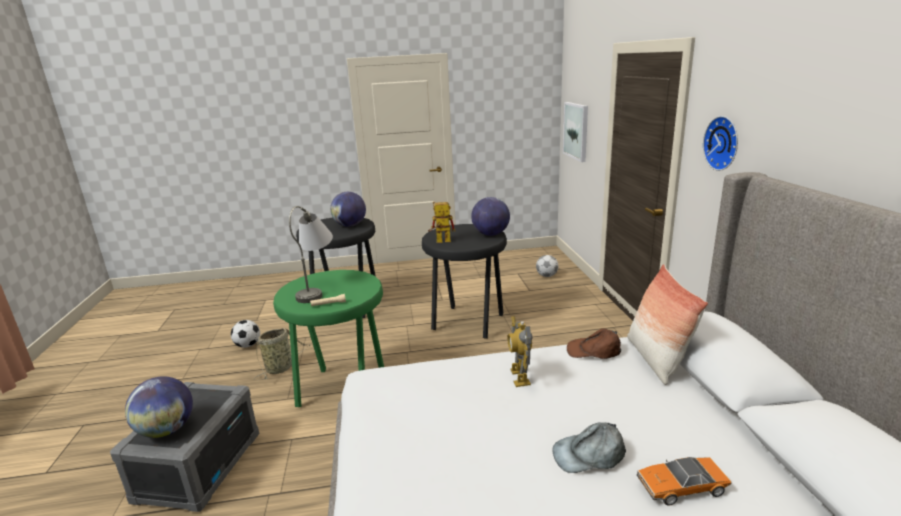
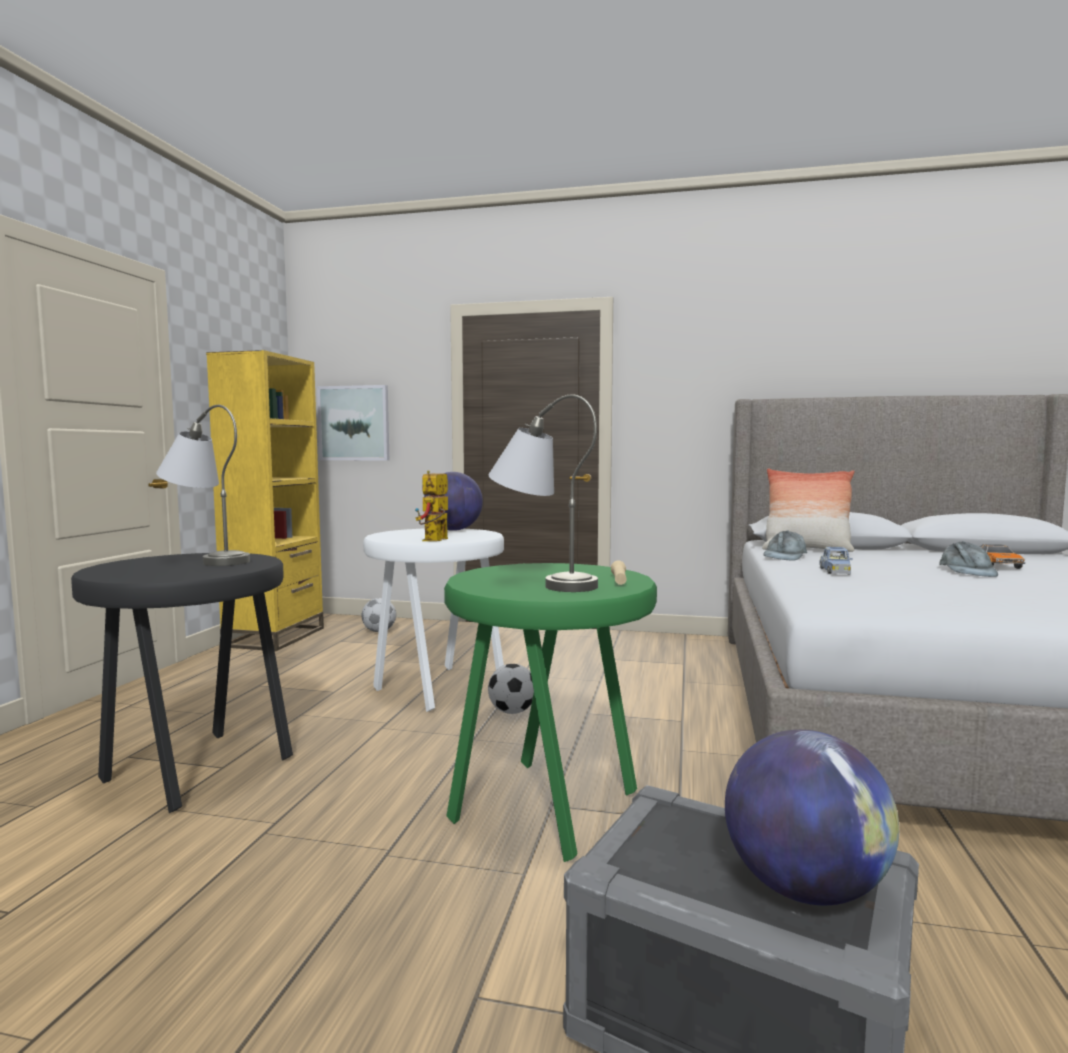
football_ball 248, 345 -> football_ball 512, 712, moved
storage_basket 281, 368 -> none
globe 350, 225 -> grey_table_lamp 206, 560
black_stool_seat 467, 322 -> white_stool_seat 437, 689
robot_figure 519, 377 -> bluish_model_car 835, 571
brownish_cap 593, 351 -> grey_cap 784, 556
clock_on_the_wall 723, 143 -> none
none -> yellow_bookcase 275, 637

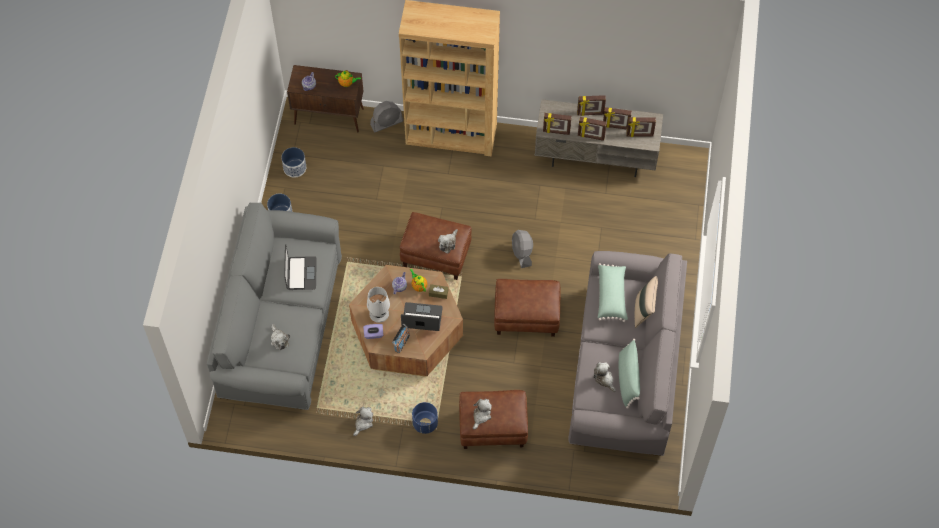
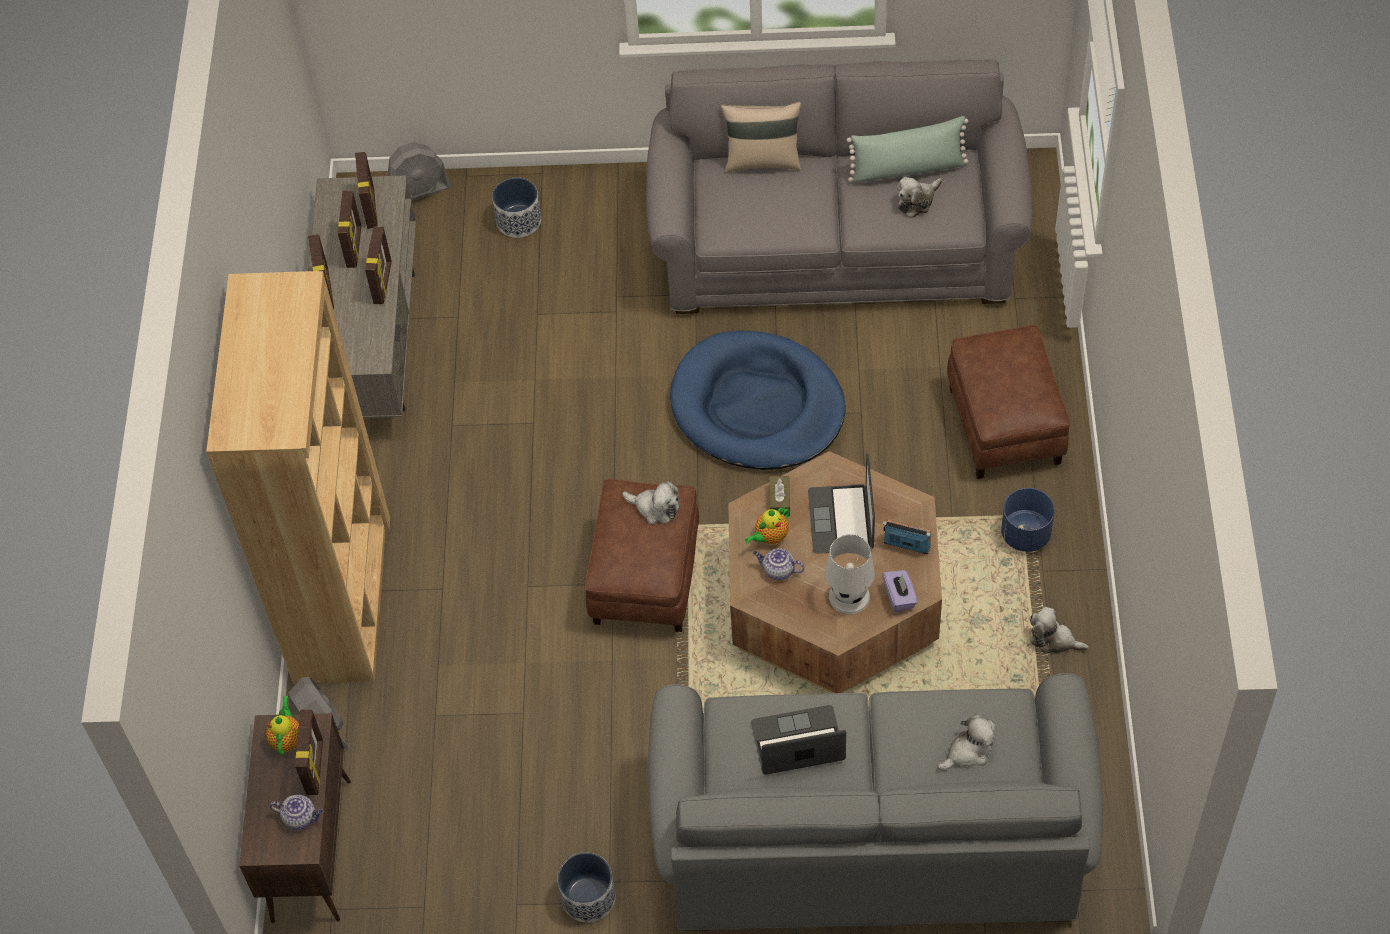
planter 295, 168 -> planter 519, 220, moved
soft_toy 481, 415 -> none
brownish_footrest 526, 317 -> bluish_dog_cushion 757, 406
grey_electric_fan 522, 253 -> grey_electric_fan 418, 190, moved
picture_frame 556, 132 -> picture_frame 315, 767, moved
green_pillow 612, 296 -> none

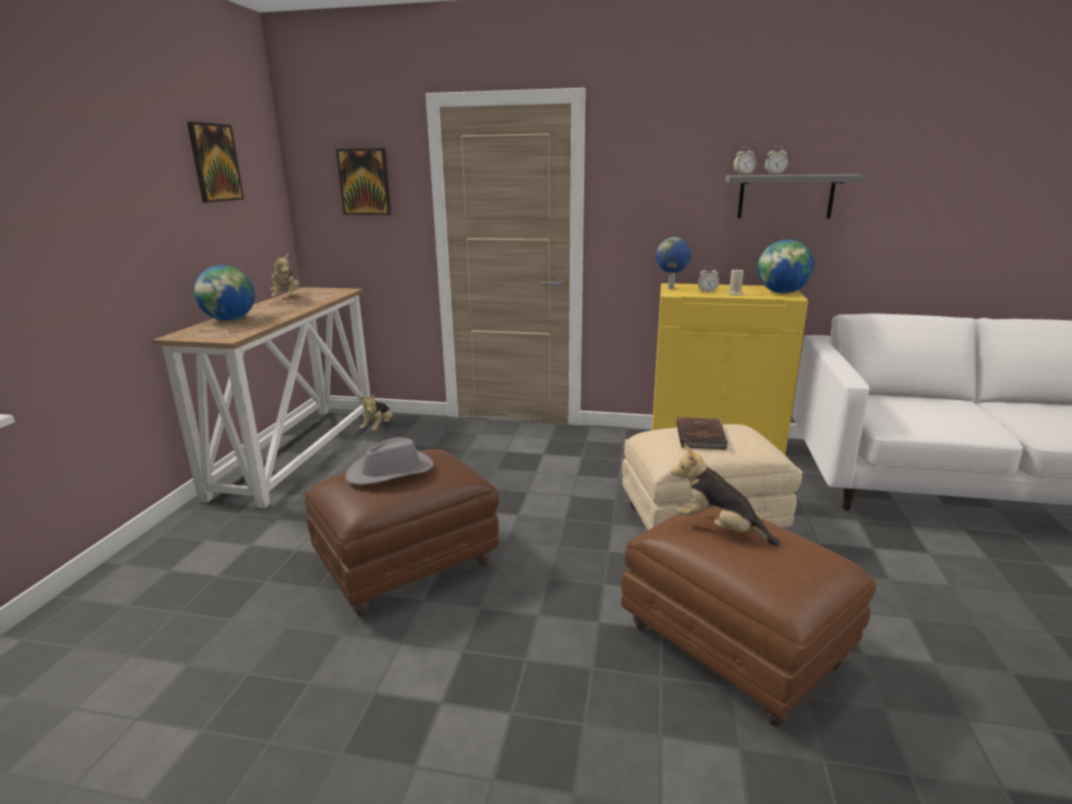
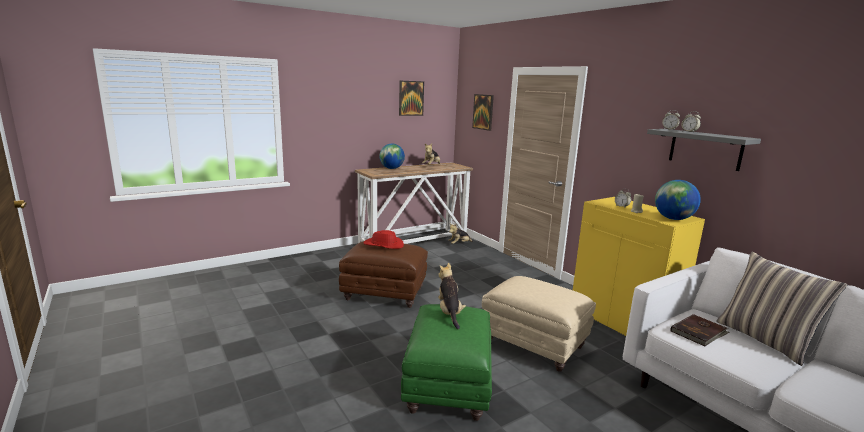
grey_hat 391, 471 -> red_hat 383, 245
brownish_footrest 735, 647 -> green_footrest 448, 386
globe 671, 288 -> none
brownish_bound_book 701, 436 -> brownish_bound_book 699, 332, moved
none -> pillow 765, 340

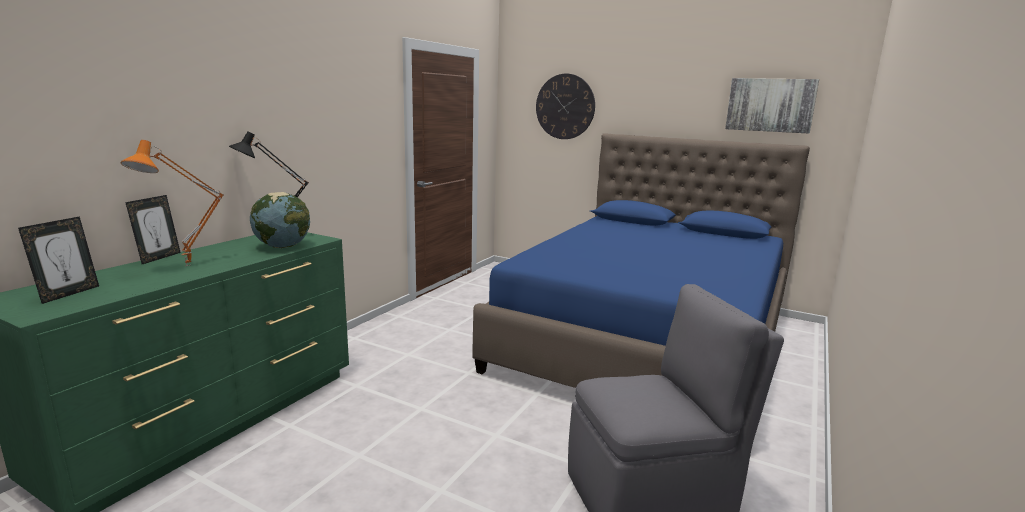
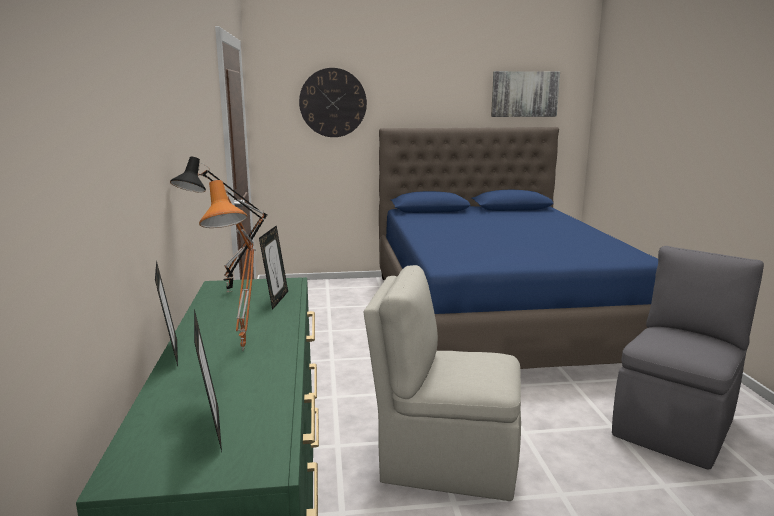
globe 283, 246 -> picture_frame 276, 300
none -> sand-coloured_plain_chair 445, 461

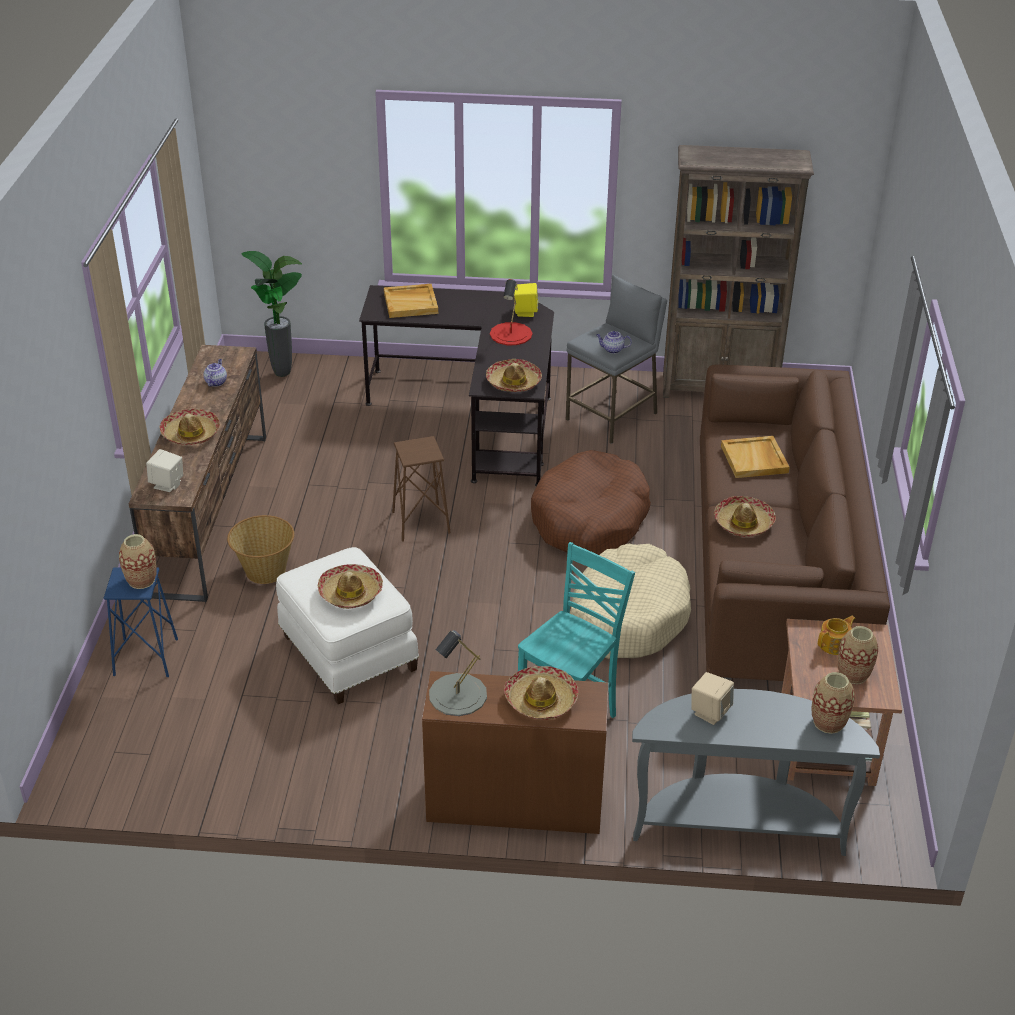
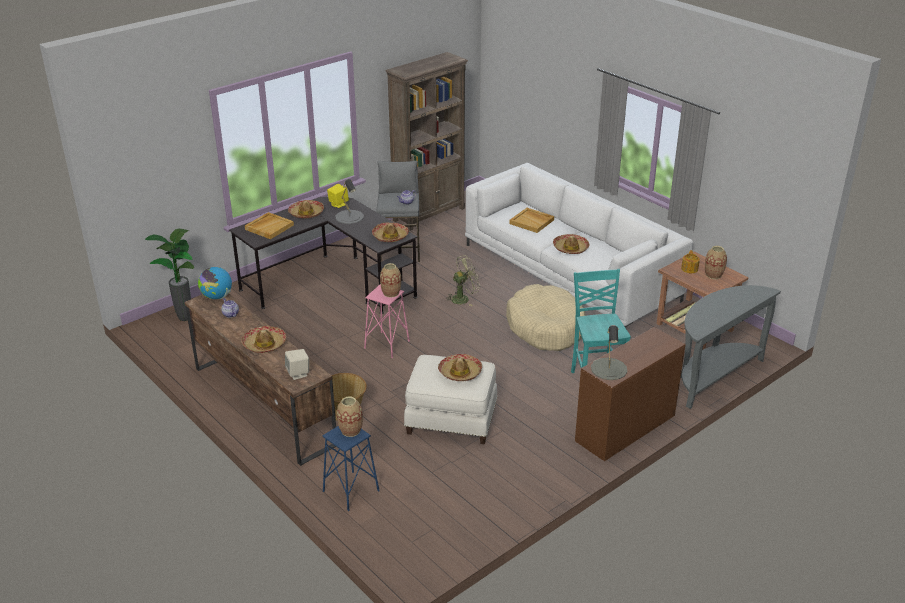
brownish_stool_seat 420, 522 -> pink-coloured_stool_seat 386, 345
red_table_lamp 511, 334 -> grey_table_lamp 349, 217
hat 541, 700 -> hat 306, 213, moved
brownish_dog_cushion 589, 519 -> green_electric_fan 463, 298
sand-coloured_loudspeaker 710, 712 -> none
brownish_couch 775, 565 -> white_couch 569, 273
vase 828, 722 -> vase 391, 293, moved
none -> globe 217, 297

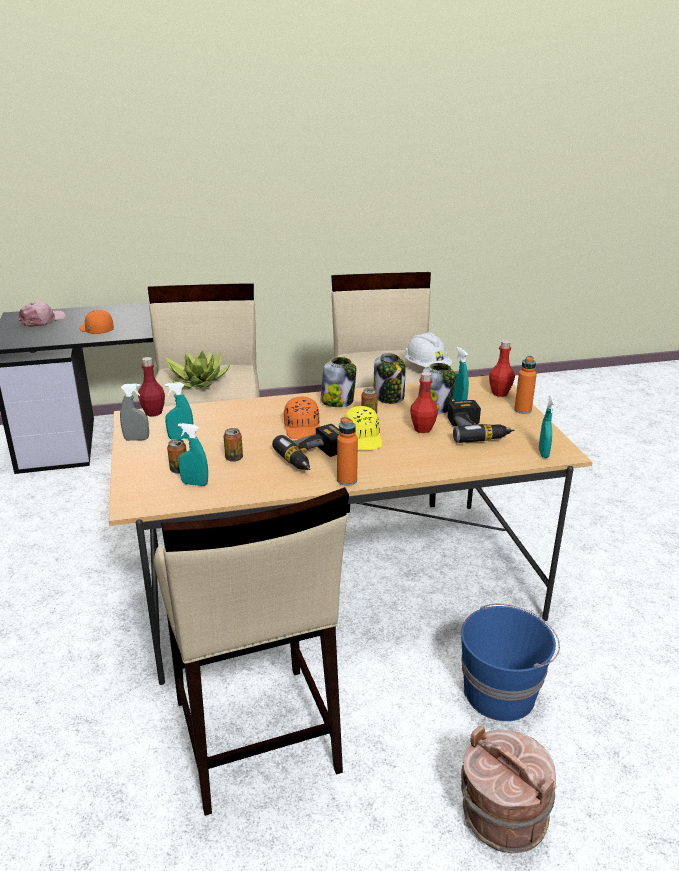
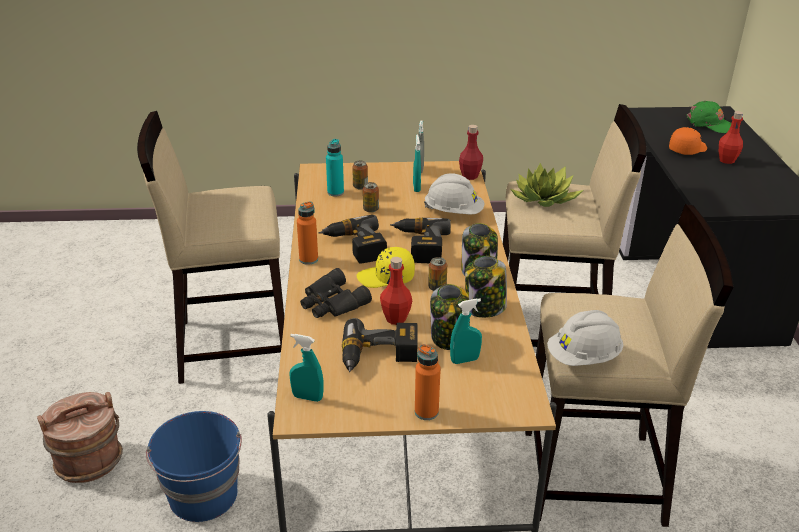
pink-coloured_cap 43, 320 -> green_cap 710, 124
turquoise_spray_bottle 194, 484 -> turquoise_drink_bottle 335, 192
orangey_cap 303, 428 -> drill 419, 246
red_drink_bottle 500, 393 -> red_drink_bottle 726, 160, moved
none -> black_field_glasses 331, 303
none -> white_hard_hat 454, 212

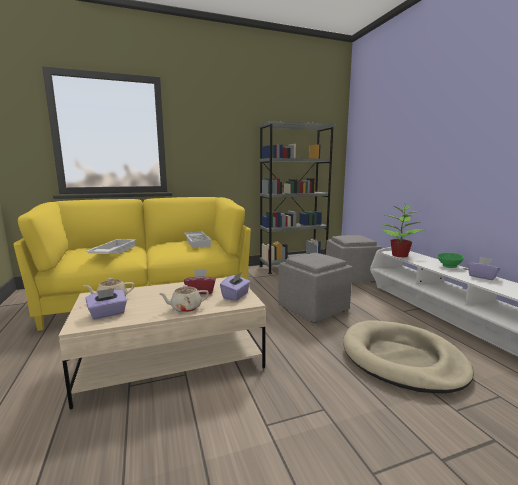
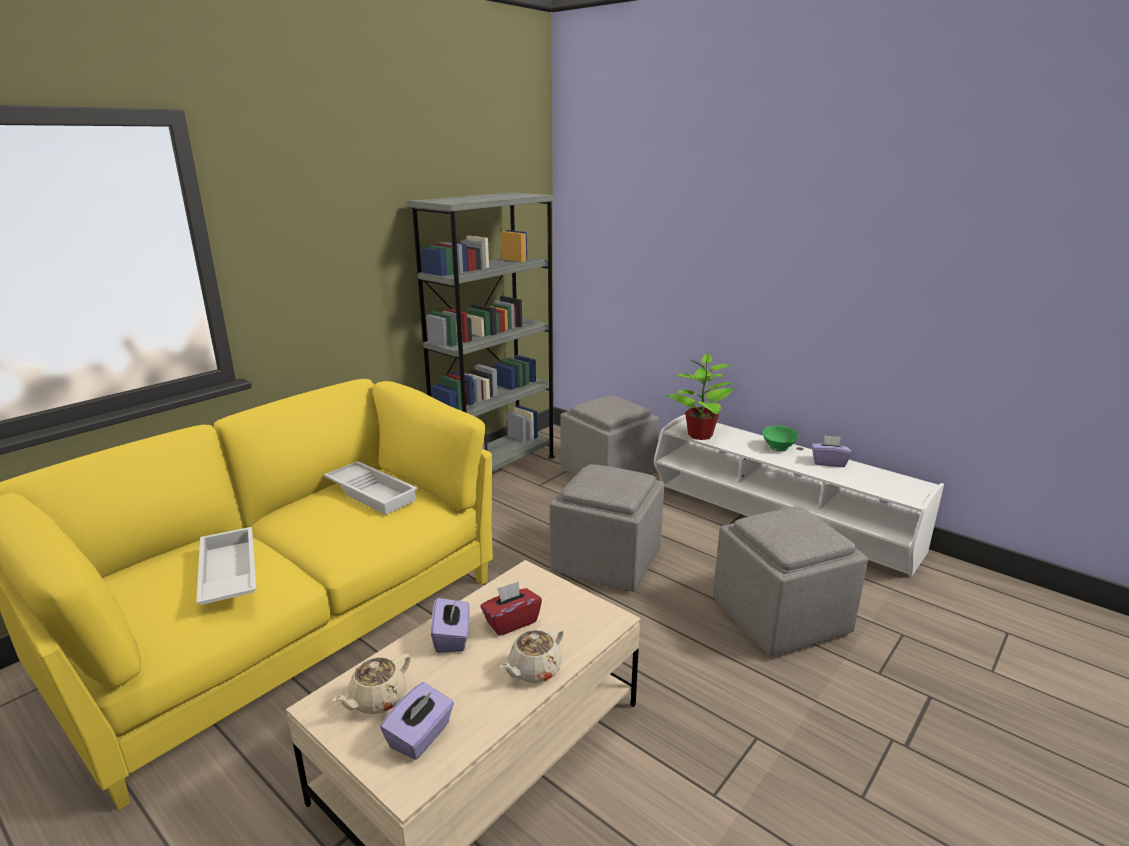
purplish_tissue_box 236, 295 -> purplish_tissue_box 452, 638, moved
sand-coloured_dog_cushion 402, 359 -> grey_footrest 781, 617

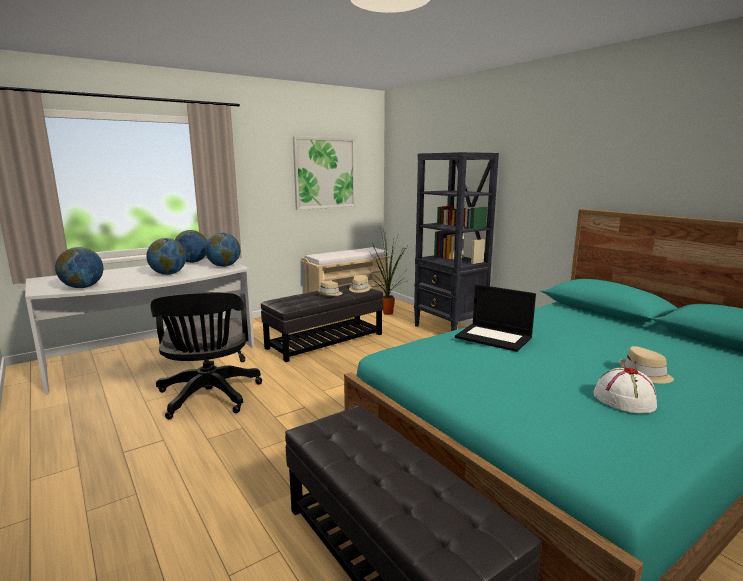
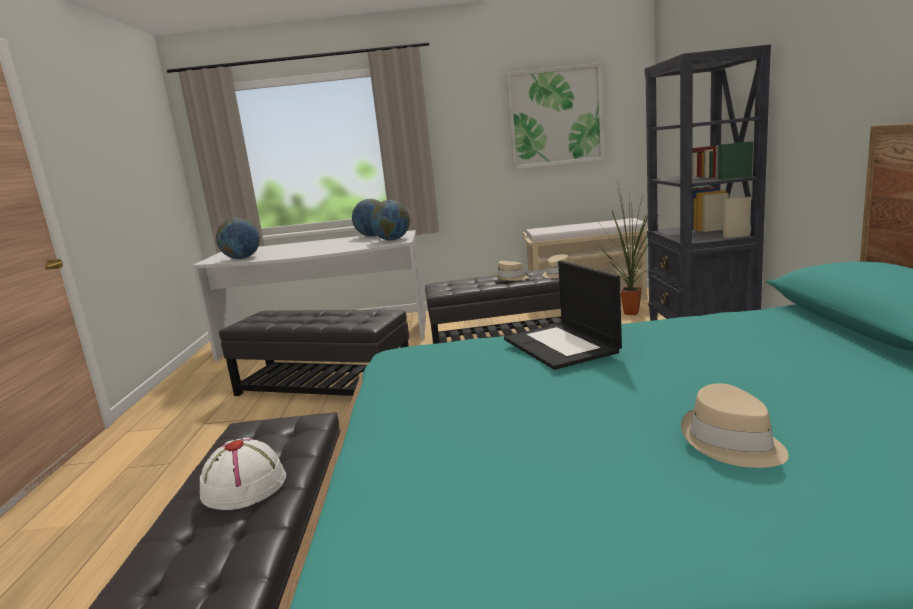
globe 168, 274 -> none
black_desk_chair 209, 398 -> black_footrest 323, 386
white_hat 623, 399 -> white_hat 244, 485, moved

